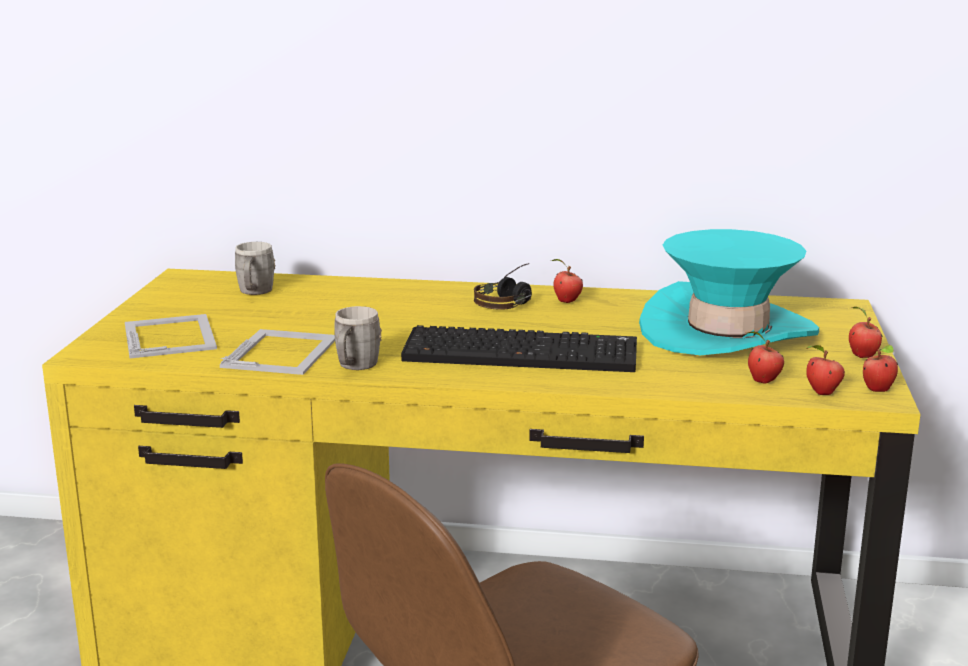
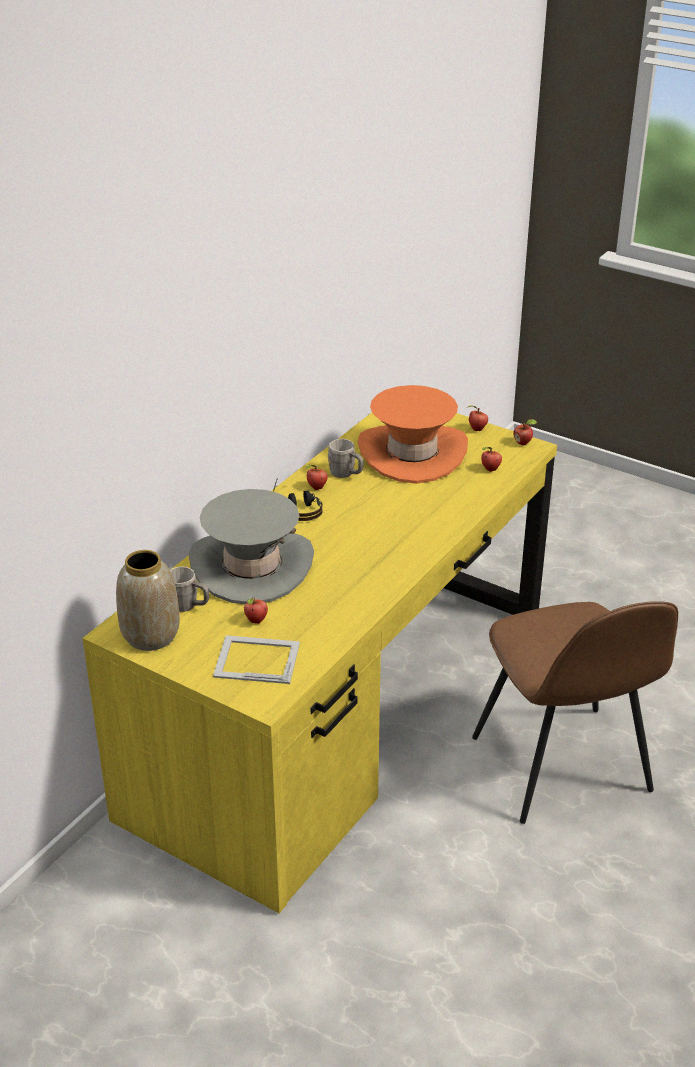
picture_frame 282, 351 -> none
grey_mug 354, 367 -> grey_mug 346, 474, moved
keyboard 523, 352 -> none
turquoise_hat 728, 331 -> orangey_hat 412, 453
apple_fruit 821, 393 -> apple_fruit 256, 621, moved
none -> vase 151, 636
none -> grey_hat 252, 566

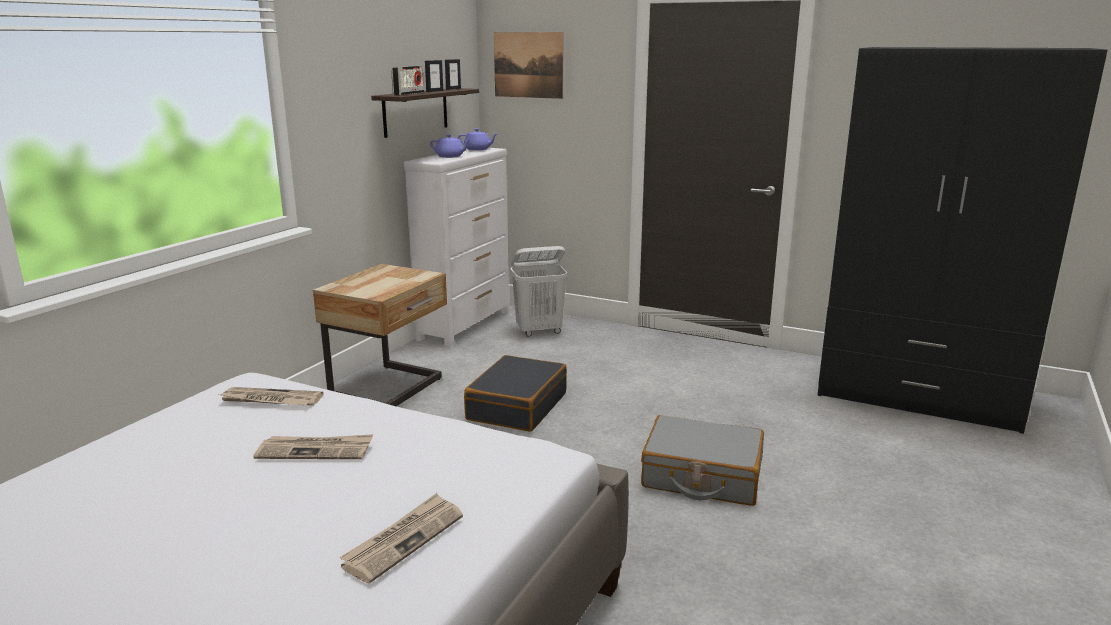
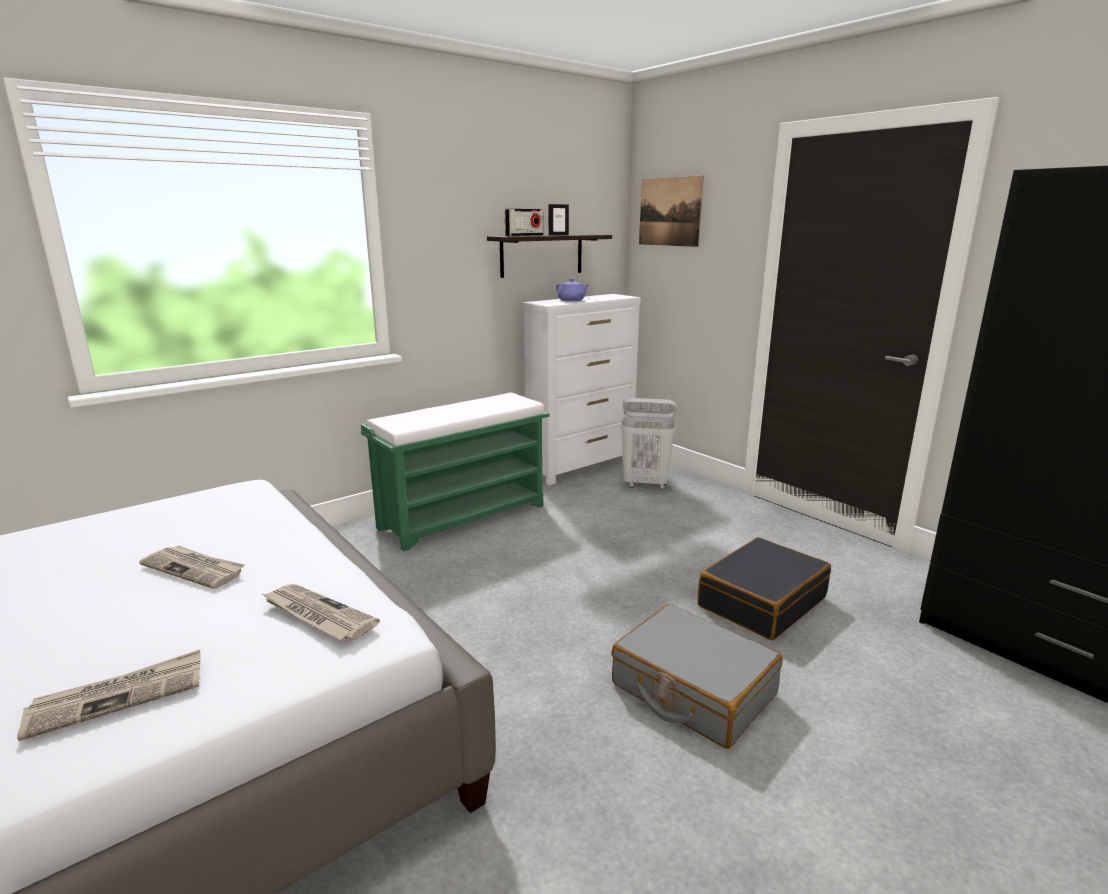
printed_paper 270, 400 -> printed_paper 317, 615, moved
sand-coloured_bedside_table 390, 389 -> green_long_seat 464, 516
picture_frame 453, 89 -> none
purplish_teapot 478, 149 -> none
black_travel_case 516, 406 -> black_travel_case 761, 601, moved

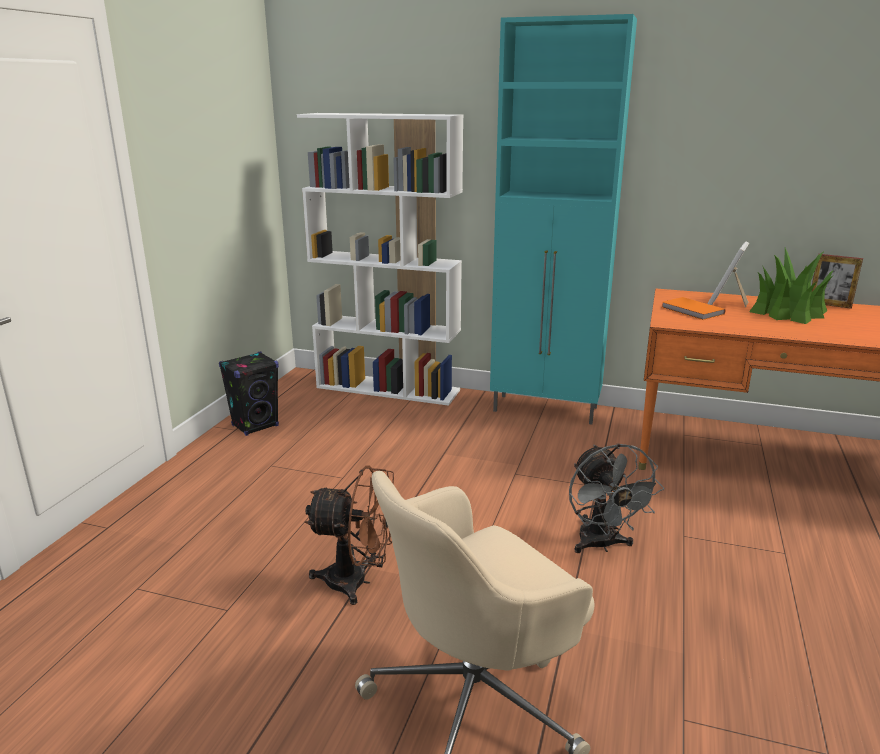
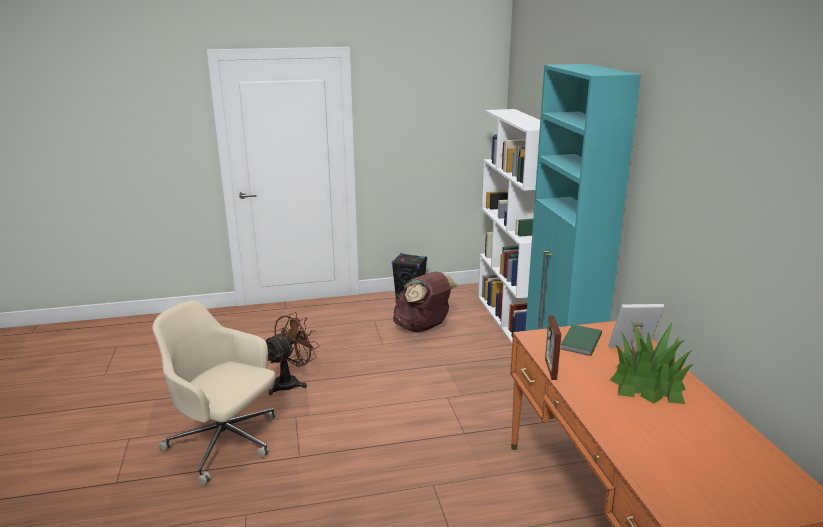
brownish_electric_fan 357, 582 -> brownish_electric_fan 291, 382, 120 degrees counterclockwise
grey_electric_fan 601, 545 -> none
orangey_bound_book 692, 311 -> green_bound_book 579, 342
picture_frame 829, 305 -> picture_frame 550, 369, moved
none -> brownish_knapsack 423, 328

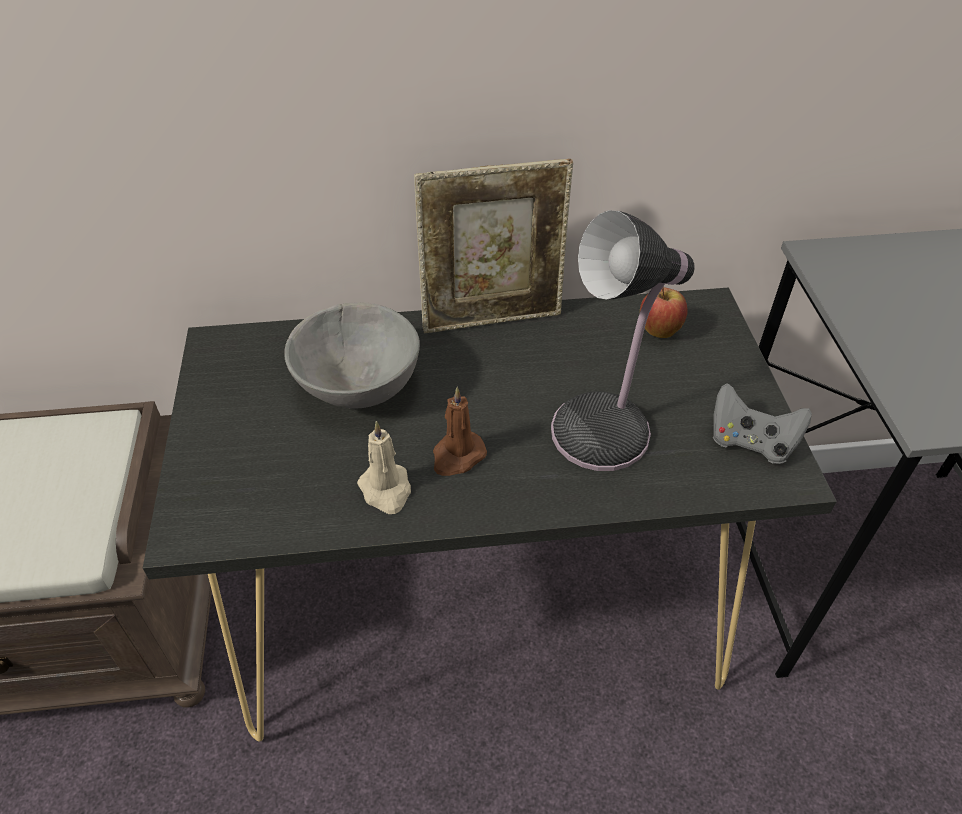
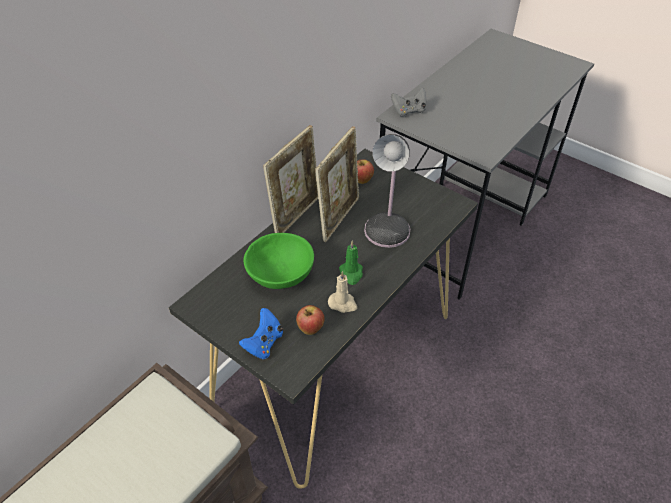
grey_serving_bowl 357, 389 -> green_serving_bowl 281, 278
brownish_wax_light 457, 456 -> green_wax_light 351, 274
grey_joypad 750, 442 -> grey_joypad 409, 111, moved
none -> bluish_joypad 264, 343
none -> apple_fruit 310, 329
none -> picture_frame 339, 217

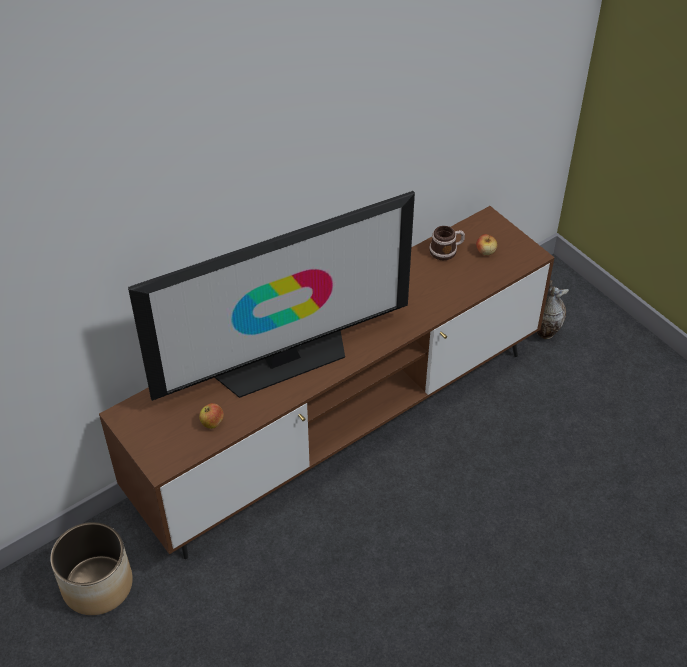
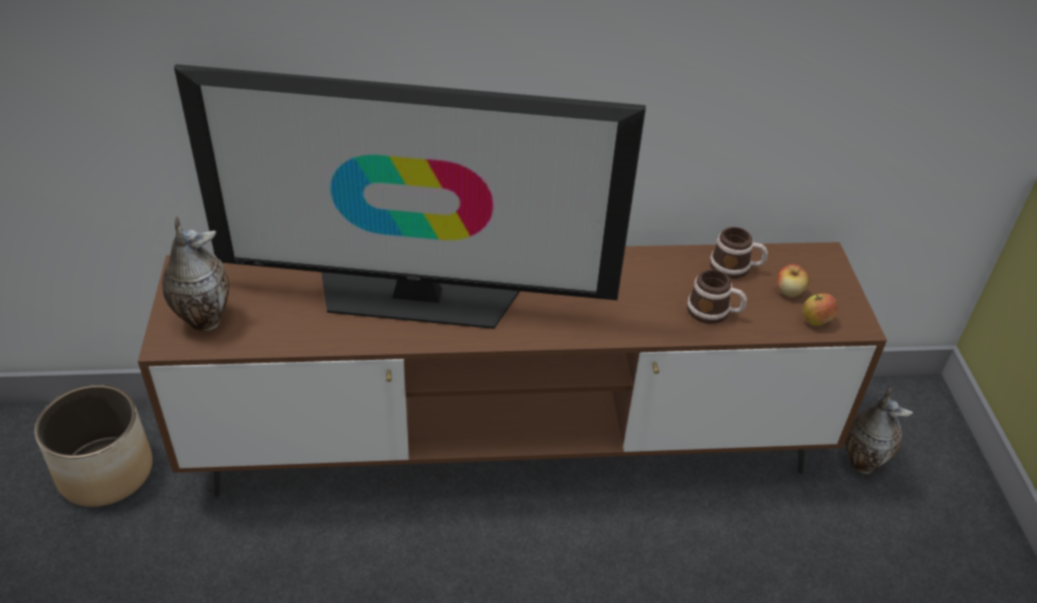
apple_fruit 212, 423 -> apple_fruit 816, 320, moved
none -> vase 203, 319
none -> mug 714, 312

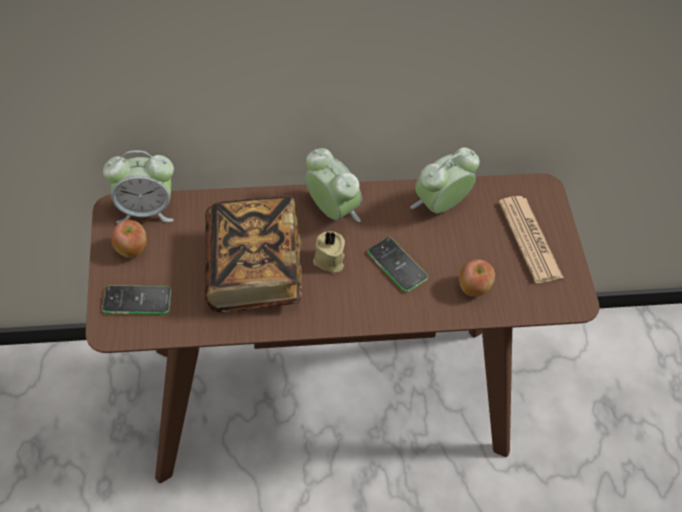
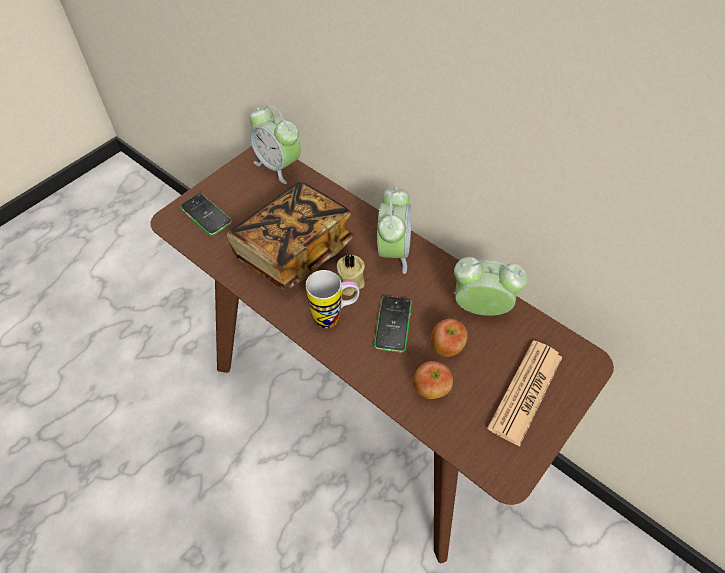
apple_fruit 132, 249 -> apple_fruit 447, 347, moved
none -> mug 334, 317

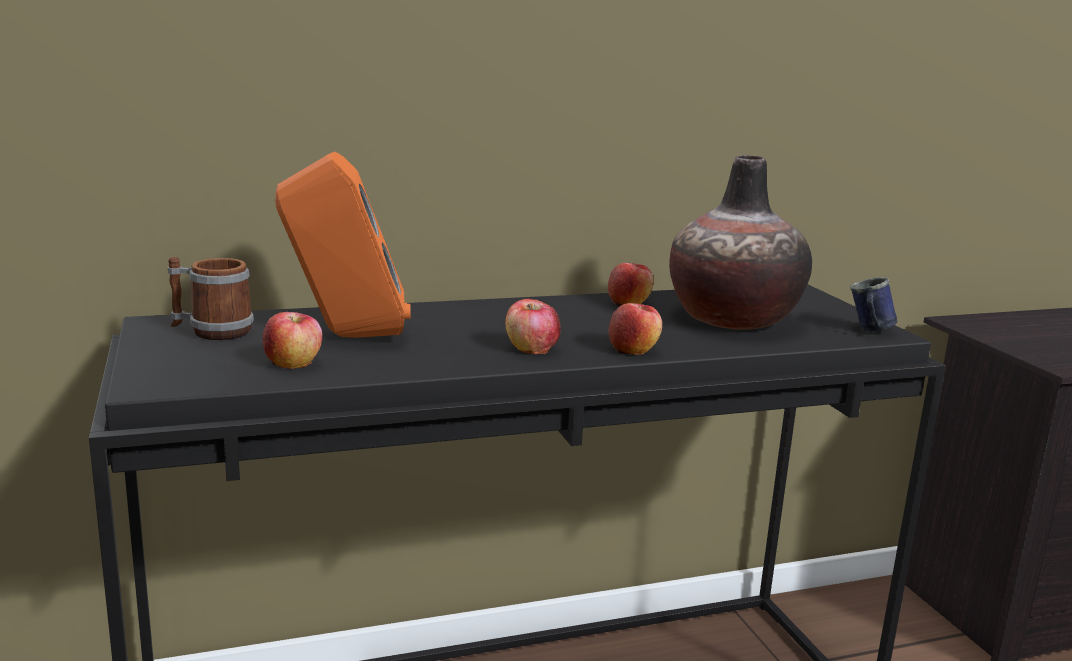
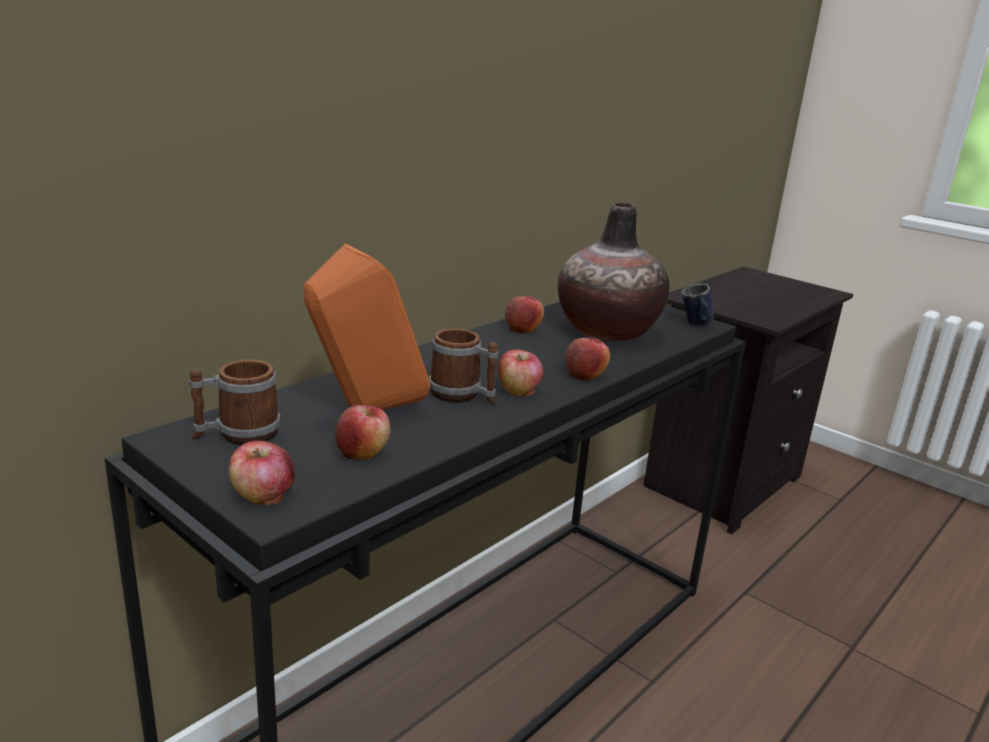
none -> apple_fruit 263, 495
none -> mug 463, 395

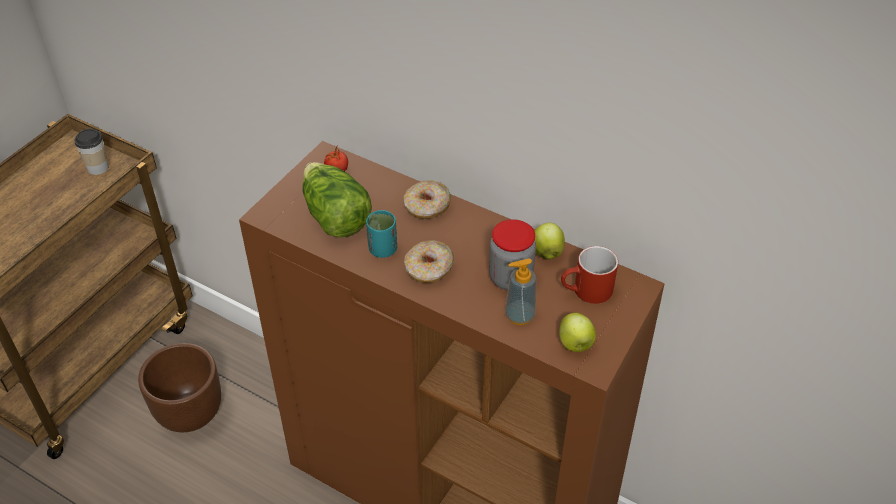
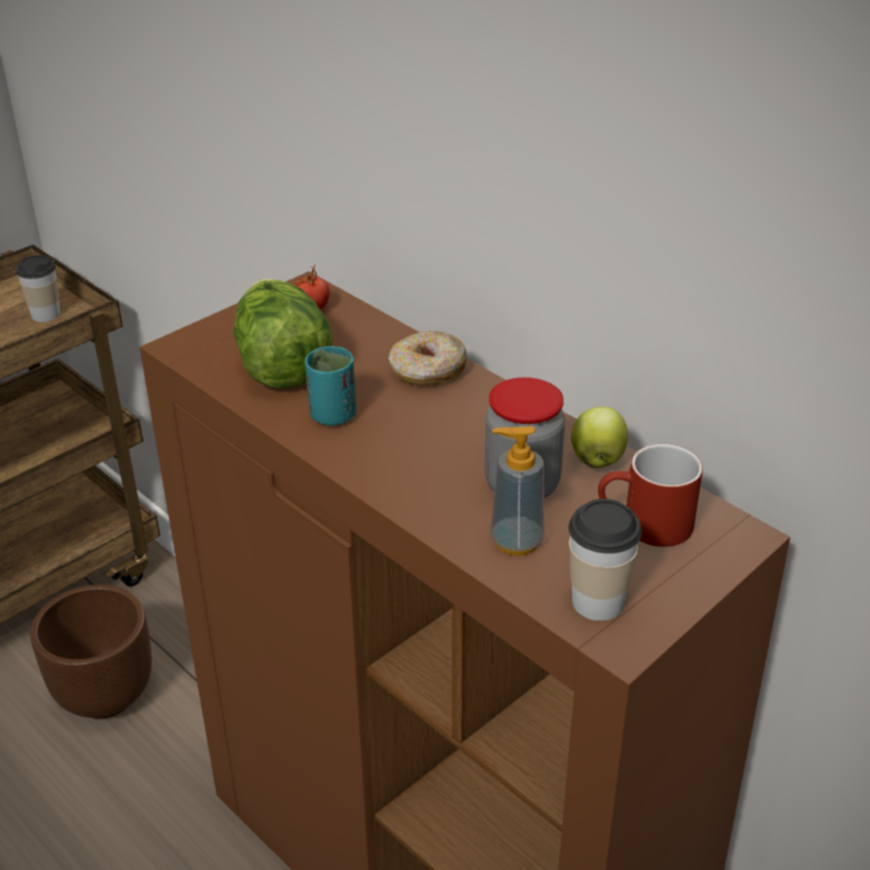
doughnut 429, 268 -> none
apple_fruit 575, 345 -> drinking_cup 597, 601

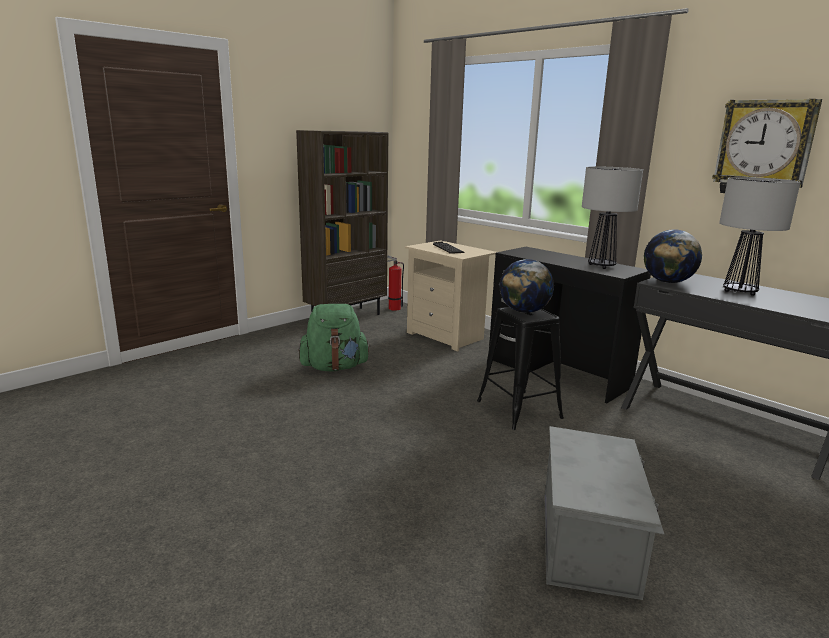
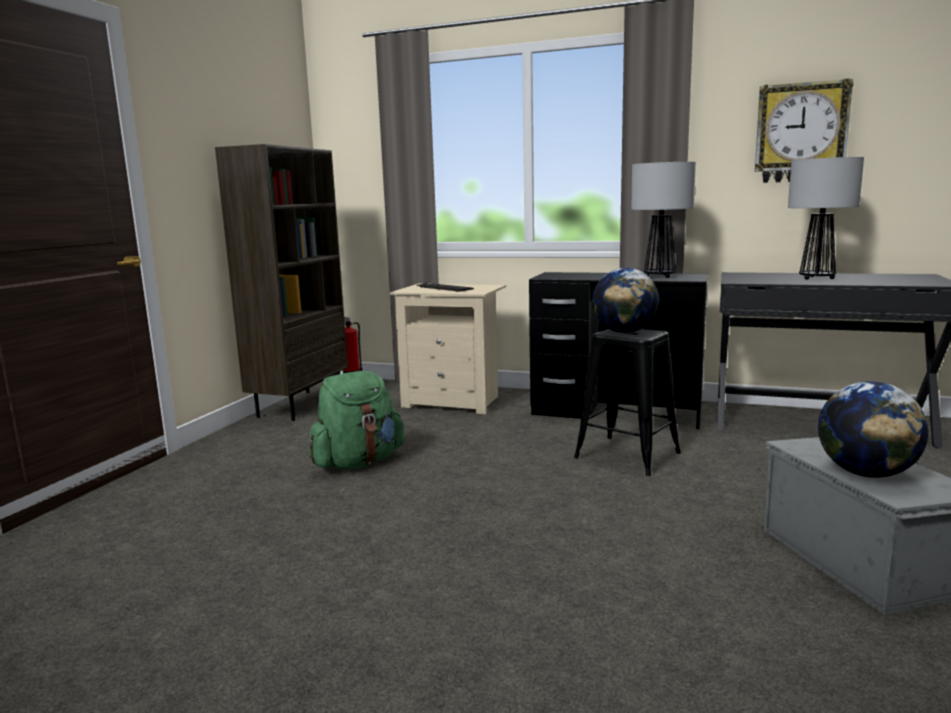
globe 668, 282 -> globe 866, 473, moved

